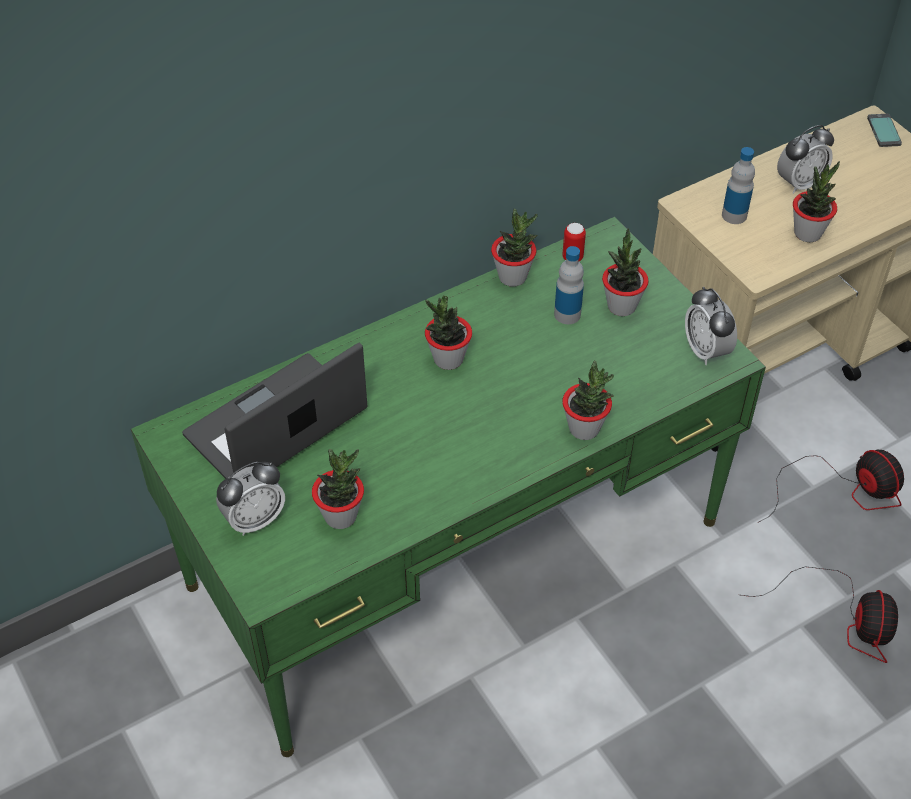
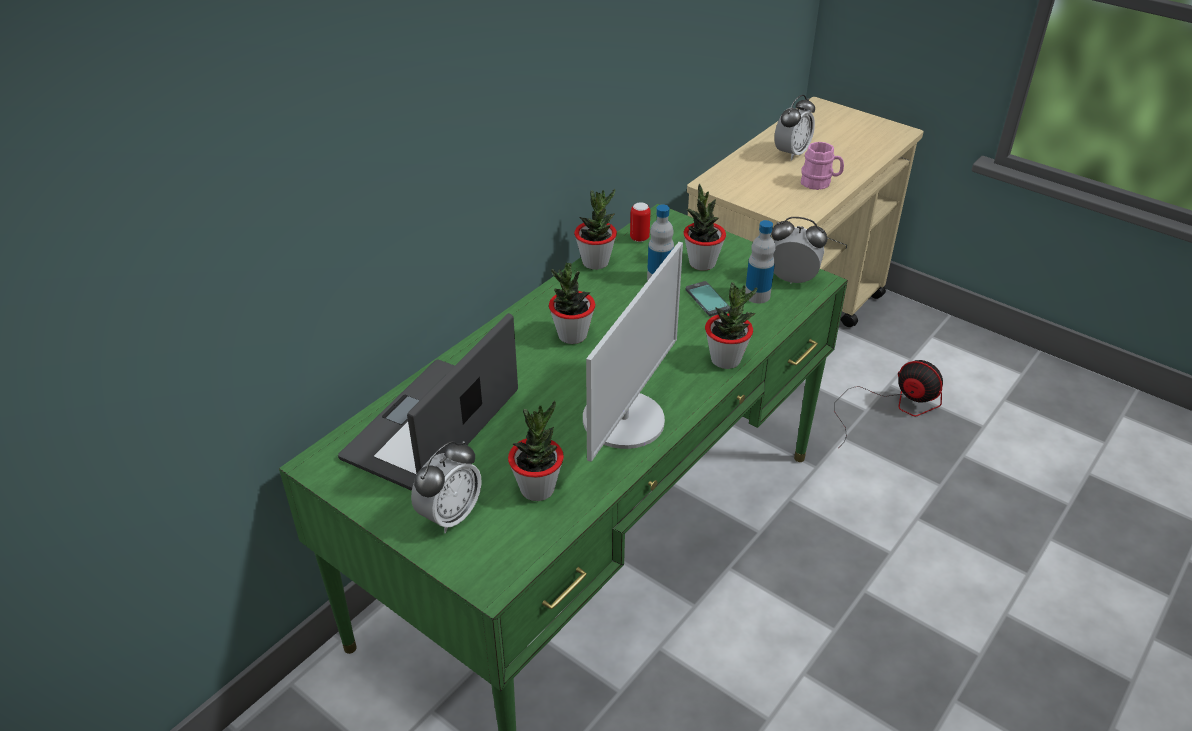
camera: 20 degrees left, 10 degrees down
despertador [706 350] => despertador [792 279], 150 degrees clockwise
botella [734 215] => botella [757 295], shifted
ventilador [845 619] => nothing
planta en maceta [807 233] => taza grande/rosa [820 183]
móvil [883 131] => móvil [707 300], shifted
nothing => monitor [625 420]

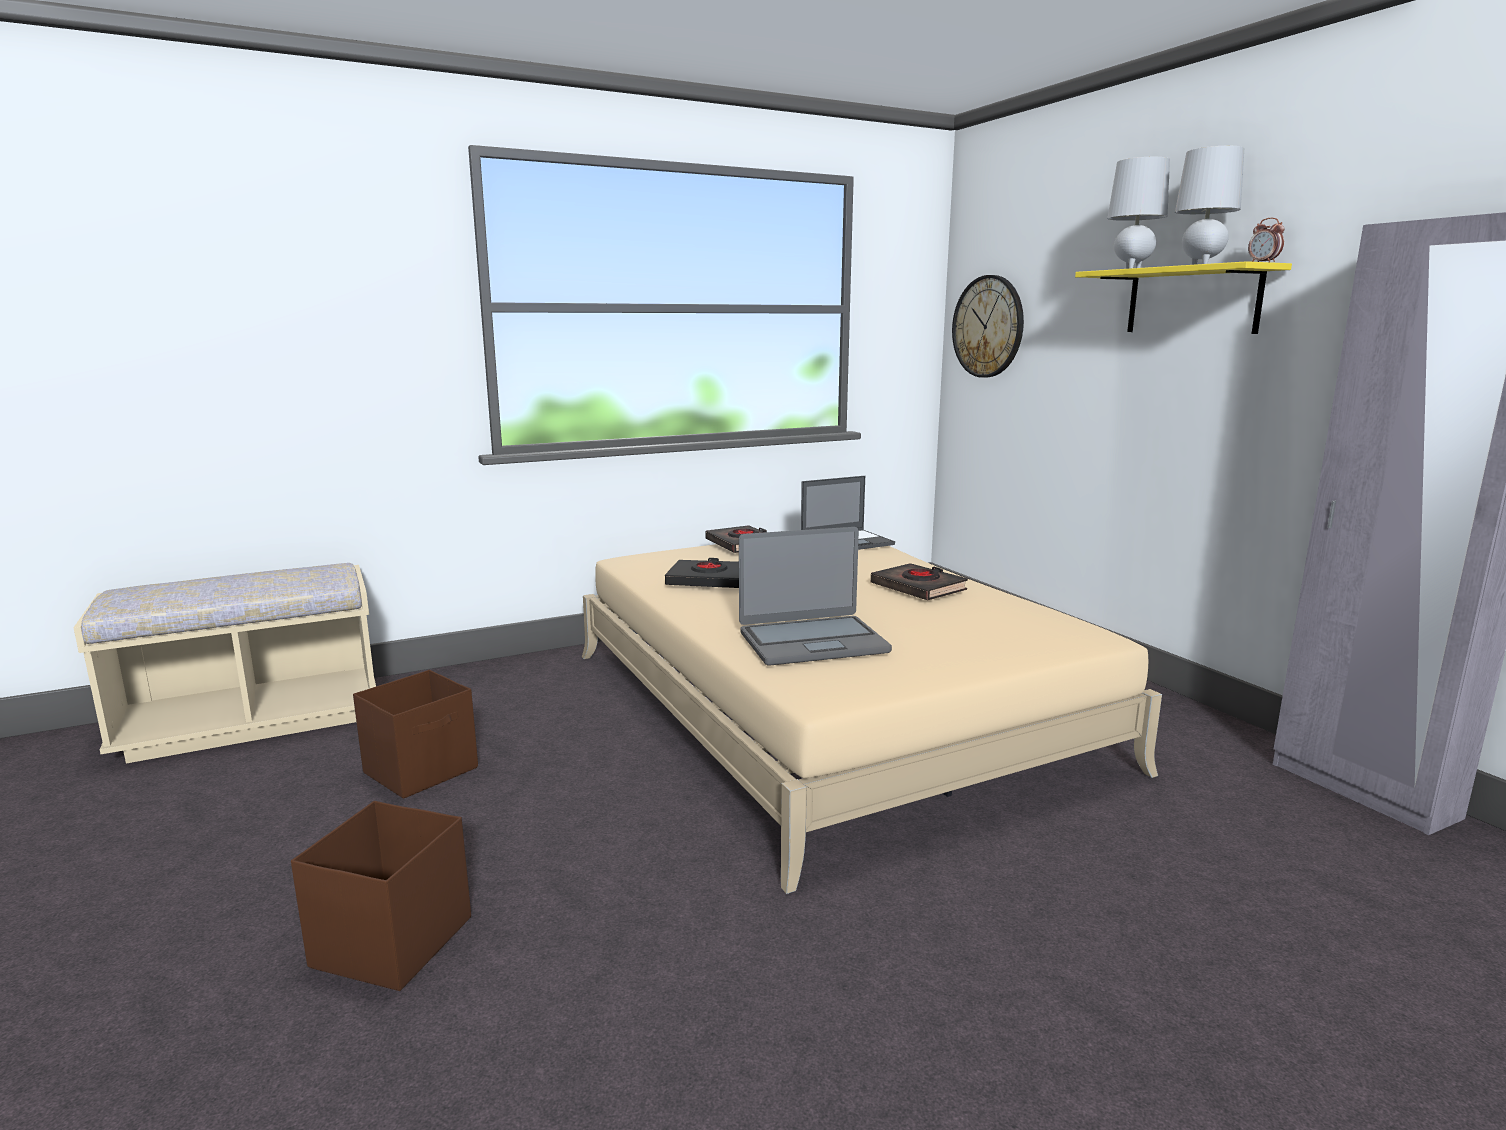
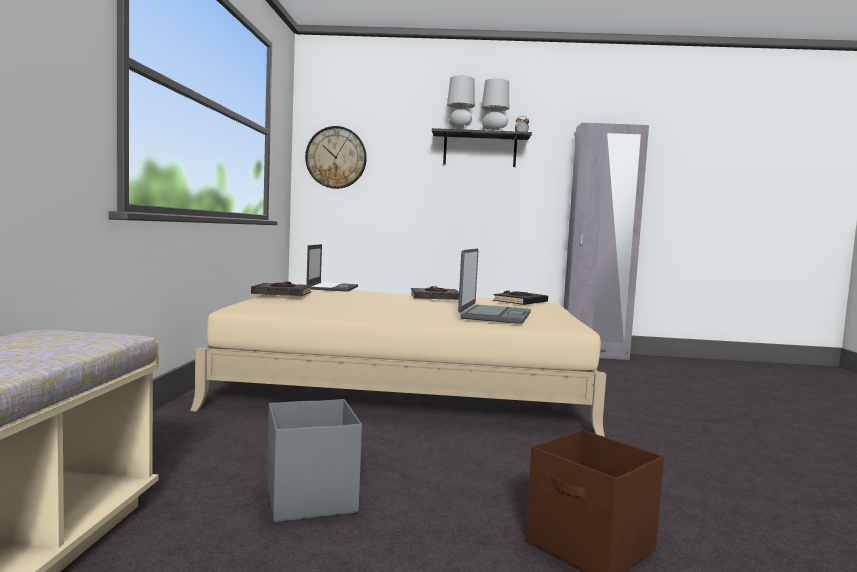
camera: 60 degrees left, 10 degrees down
caja de almacenaje/marrón [423 770] => caja de almacenaje/gris [311 497]
libro/negro [708 580] => libro/negro [520 302], shifted
estante/amarillo [1192 301] => estante/negro [480 150]

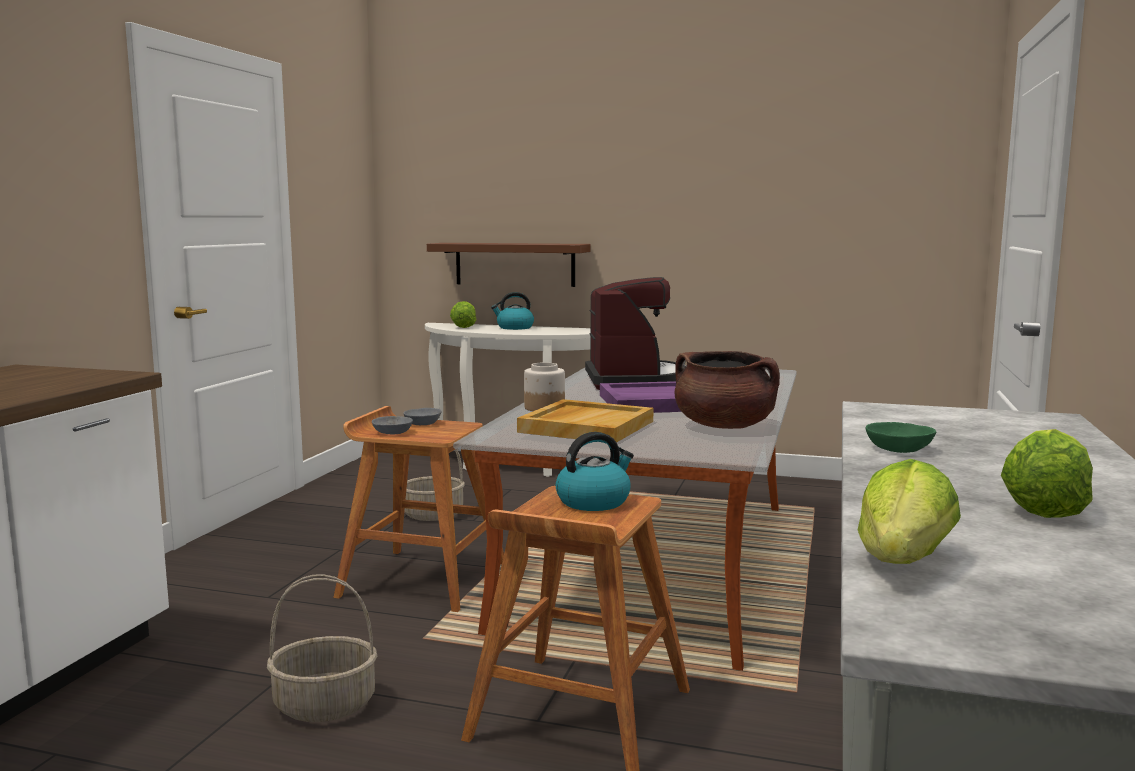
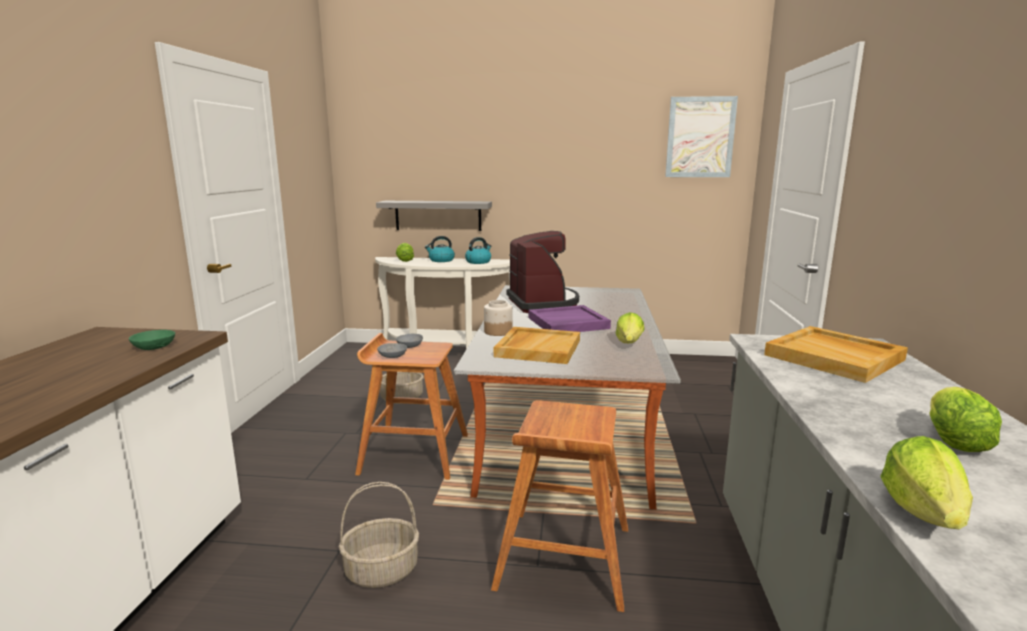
camera: 10 degrees left, 5 degrees up
estante/marrón [514 264] => estante/gris [438 215]
hervidor [594 501] => hervidor [478 262], shifted
olla/marrón [724 426] => lechuga [629 343]
cuenco/verde [899 448] => cuenco/verde [155 346], shifted
nothing => cuadro [700 137]
nothing => bandeja/beis [835 357]

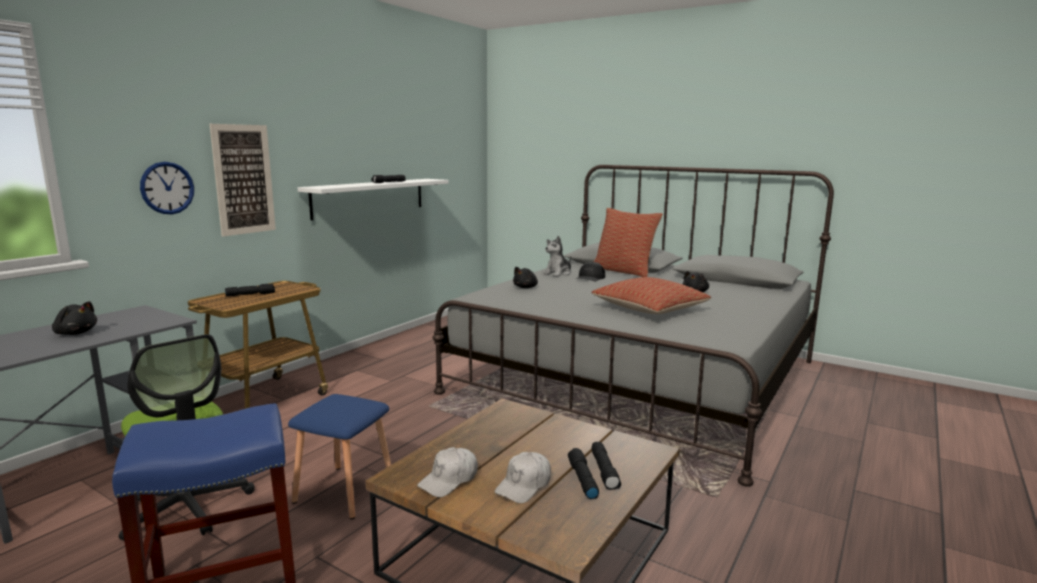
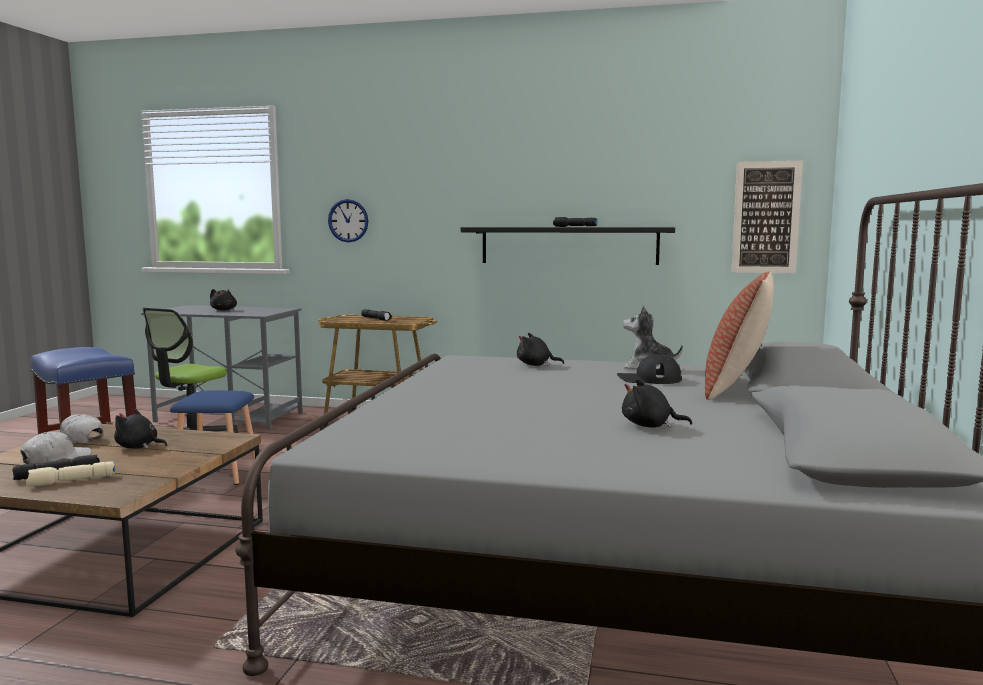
camera: 70 degrees right, 5 degrees down
cuadro [244 179] => cuadro [766 217], shifted
estante/blanco [370 197] => estante/negro [569 245]
gorra/blanco [524 485] => gorra/blanco [56 459], 120 degrees clockwise
linterna/negro [605 472] => linterna/beis [71 481]
cojín [649 309] => nothing
nothing => peluche/negro [139 447]

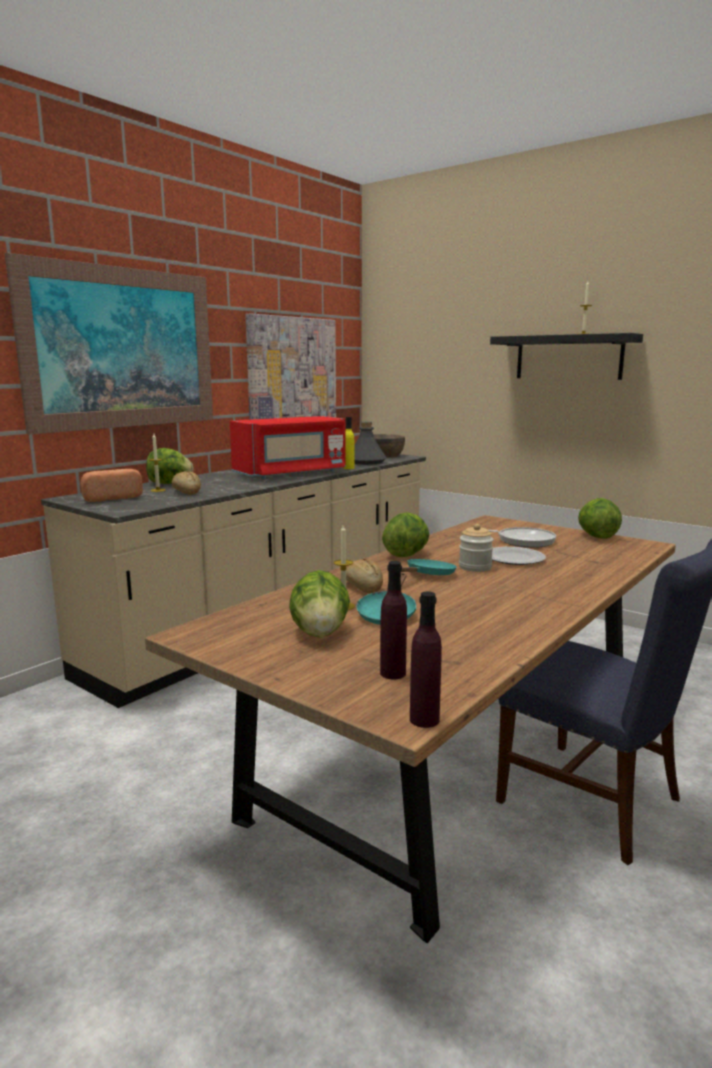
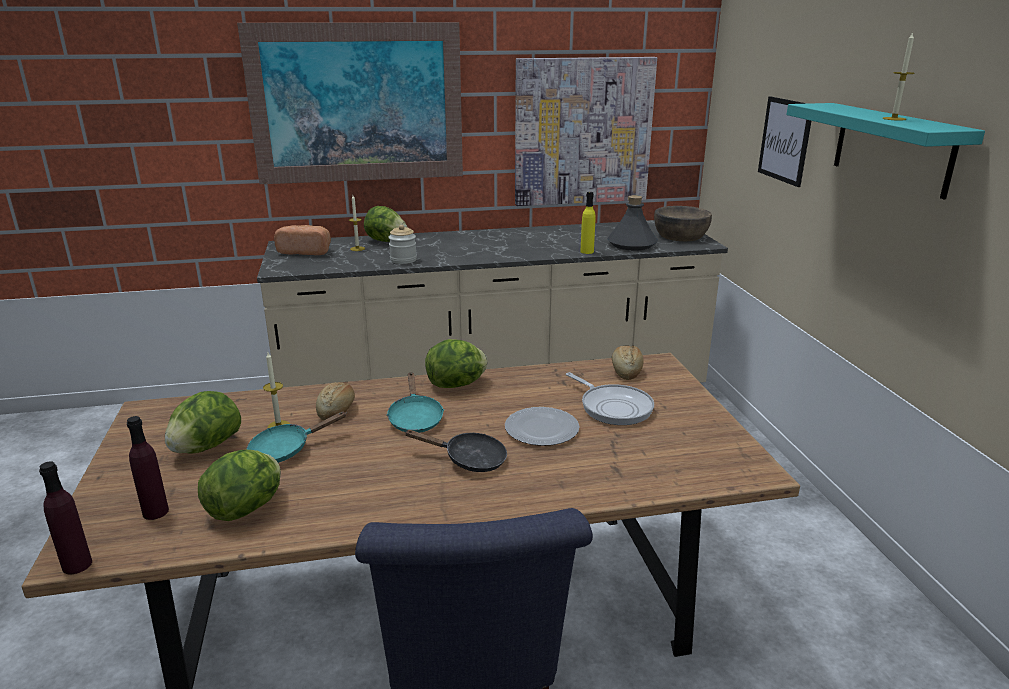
camera: 40 degrees right, 10 degrees up
pan [186 492] => pan [626 371], shifted
microondas/rojo [291 473] => nothing
sartén/turquesa [428 575] => sartén/turquesa [415 418], 90 degrees clockwise
tarro [475 567] => tarro [403 260], shifted
estante/negro [568 357] => estante/turquesa [892 148]
lechuga [596 536] => lechuga [247 508], shifted
nothing => sartén/negro [469 459]
nothing => cuadro [785 140]

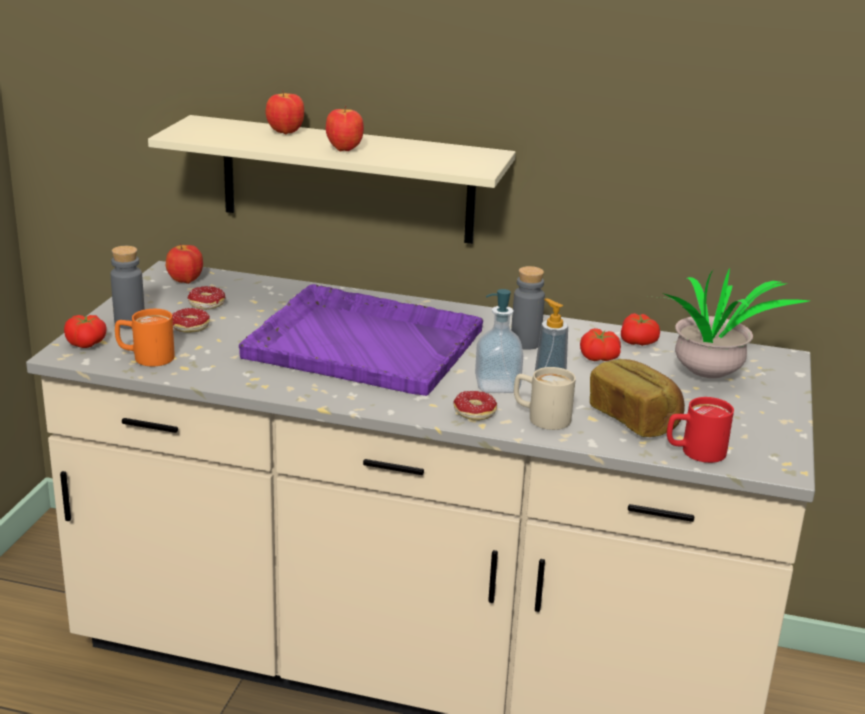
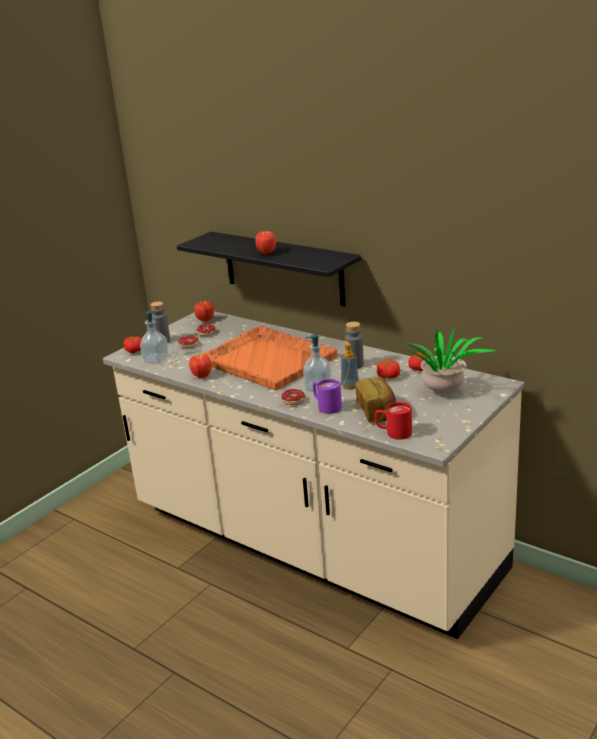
camera: 25 degrees right, 0 degrees up
taza grande/naranja [145 357] => dispensador de jabón [156 360]
estante/beis [347 180] => estante/negro [283 268]
bandeja/morado [362 343] => bandeja/naranja [267 359]
manzana [285 133] => manzana [201 376], shifted
taza grande/beis [540 417] => taza grande/morado [326 406]

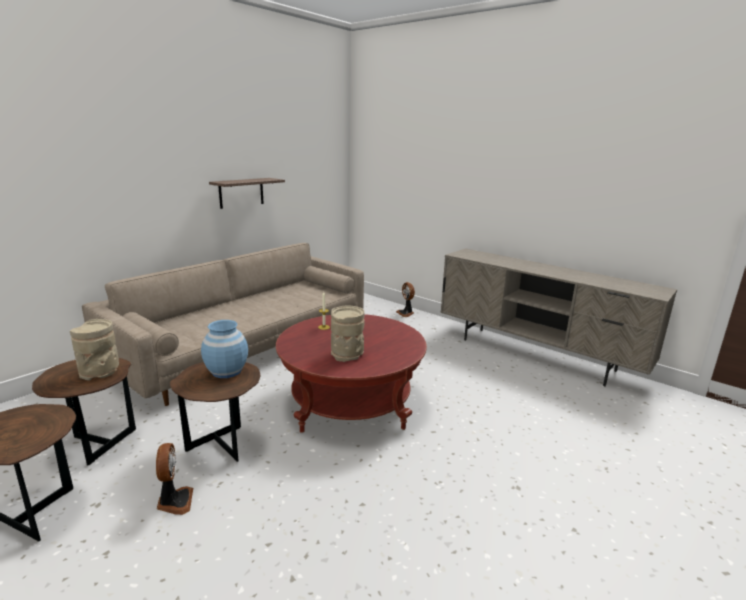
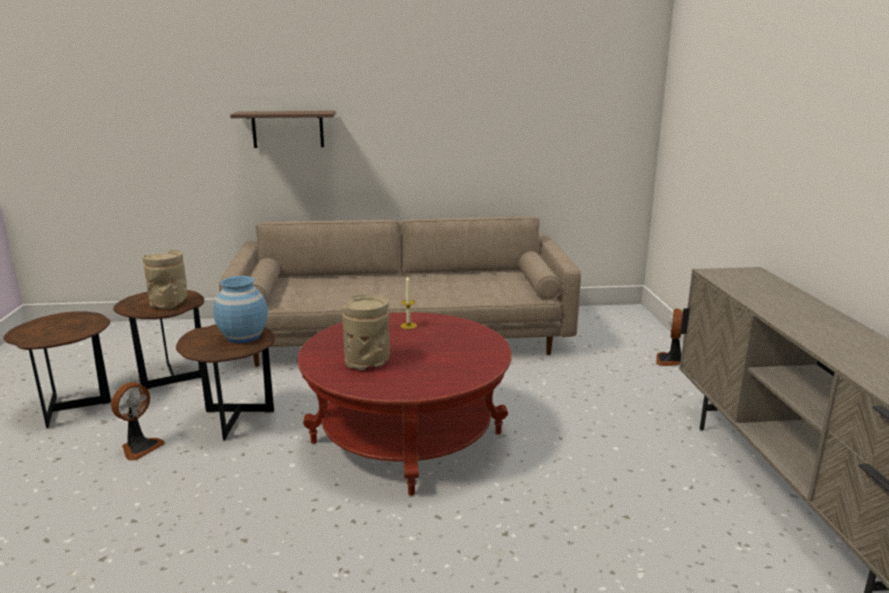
camera: 45 degrees right, 0 degrees up
estante [241 192] => estante [288 129], shifted

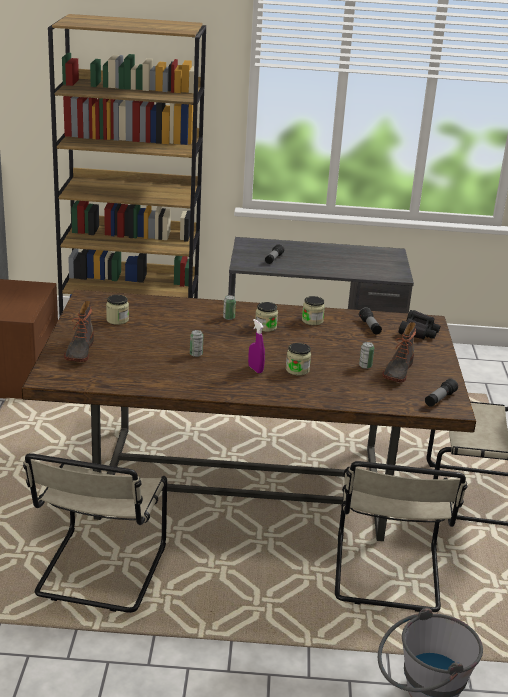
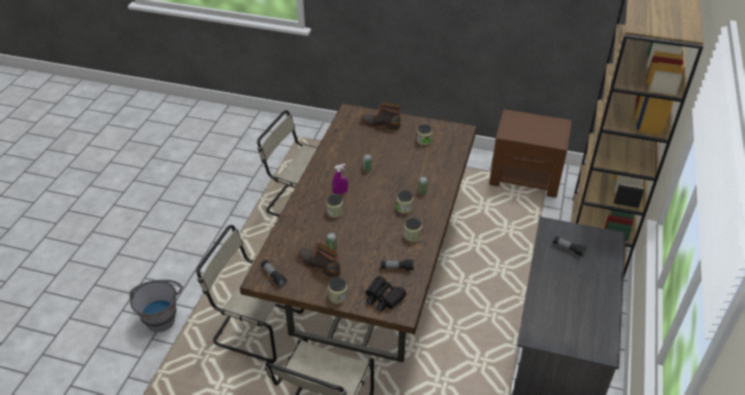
camera: 105 degrees right, 15 degrees up
nothing => tarro [338 296]

